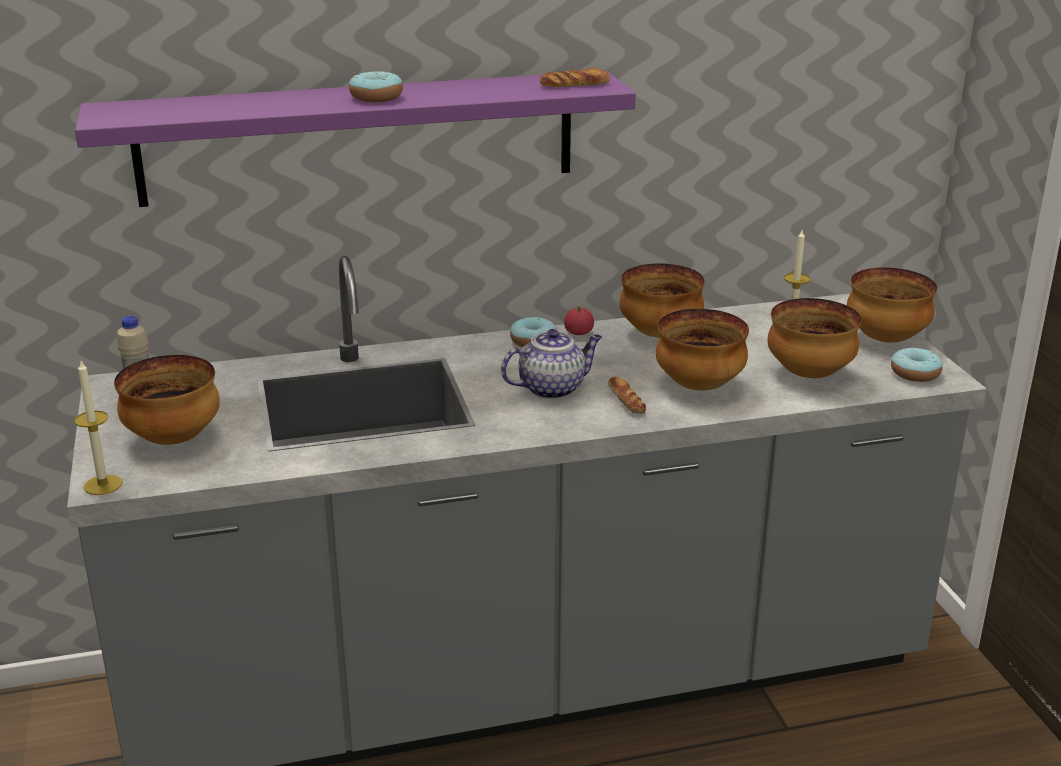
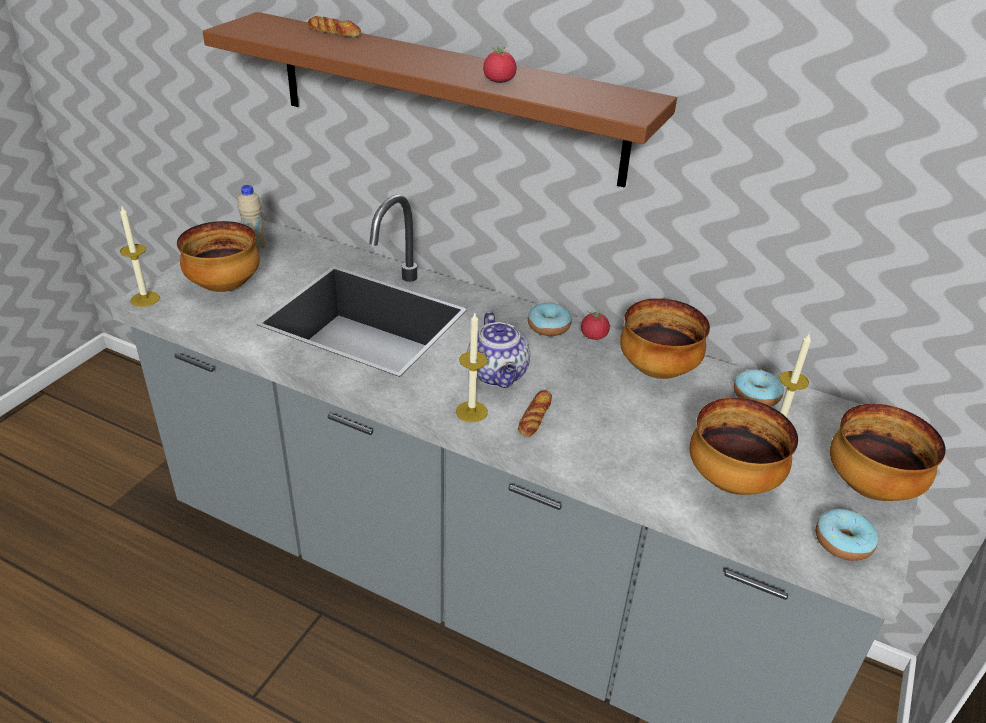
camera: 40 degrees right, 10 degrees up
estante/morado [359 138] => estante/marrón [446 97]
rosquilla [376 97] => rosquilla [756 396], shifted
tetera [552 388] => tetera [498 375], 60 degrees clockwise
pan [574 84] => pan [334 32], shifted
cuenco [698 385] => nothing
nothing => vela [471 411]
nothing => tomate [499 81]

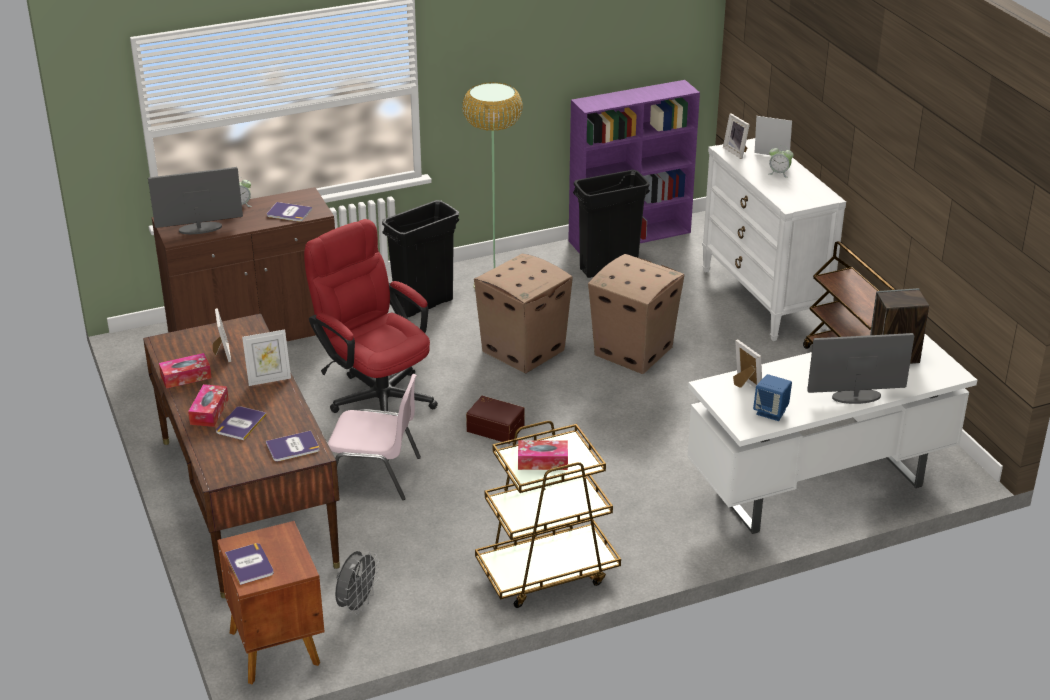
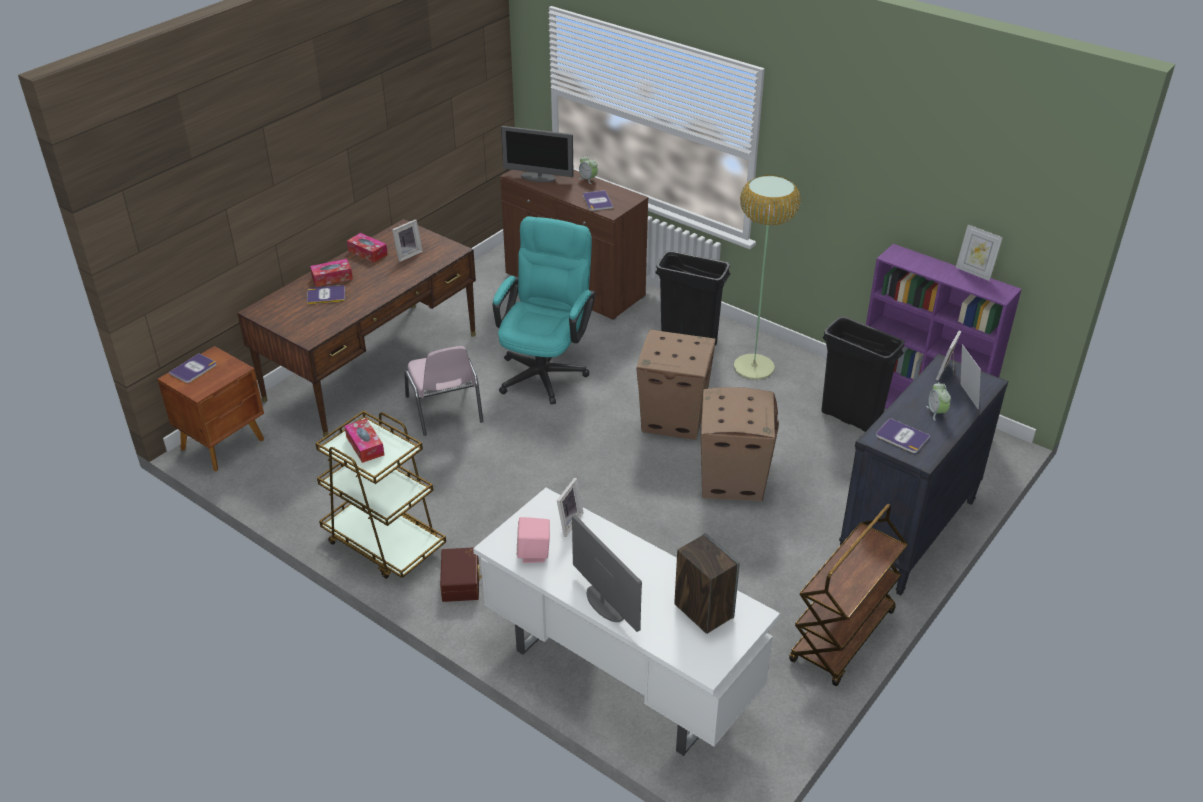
camera: 60 degrees right, 5 degrees up
monitor [200 228] => monitor [538 177], 150 degrees clockwise
portarretratos [269 379] => portarretratos [974 272], shifted
libro [293 447] => libro [902 436], shifted
silla de oficina/rojo [376 394] => silla de oficina/turquesa [545 369]
ventilador/gris [357 604] => nothing
caja de almacenaje/marrón [496 427] => caja de almacenaje/marrón [462 582], shifted
cómoda/blanco [764 299] => cómoda/negro [907 533]
altavoz/azul [771 412] => altavoz/rosa [534 554]

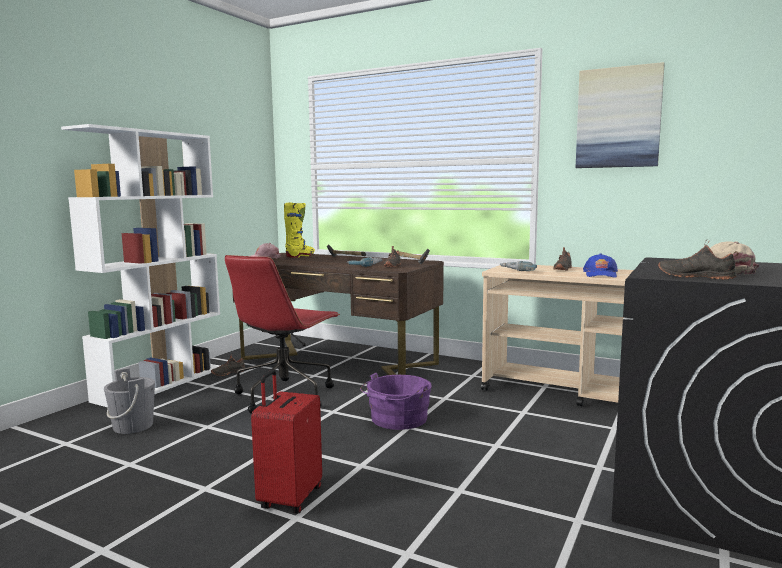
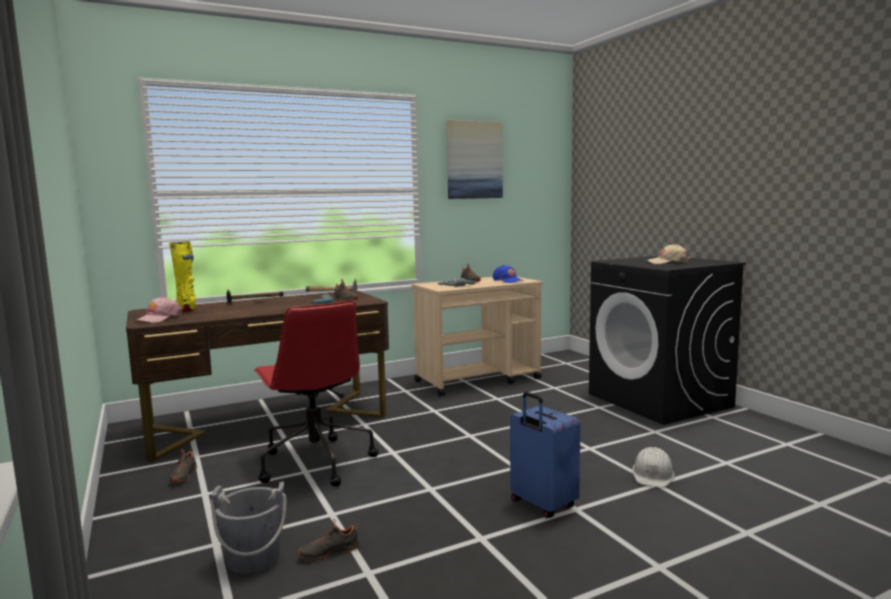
camera: 55 degrees left, 0 degrees up
estantería/blanco [161 383] => nothing
maleta/rojo [289 499] => maleta/azul [542 505]
cubo/morado [397 419] => nothing
zapato/negro [695 276] => zapato/negro [329 552], shifted
nothing => casco/blanco [653 475]

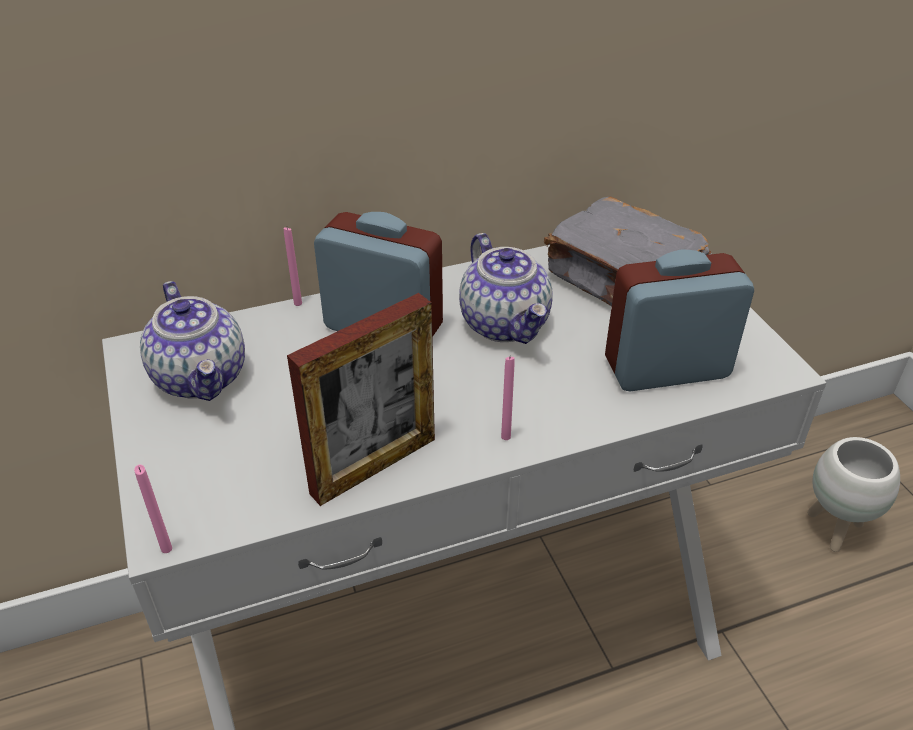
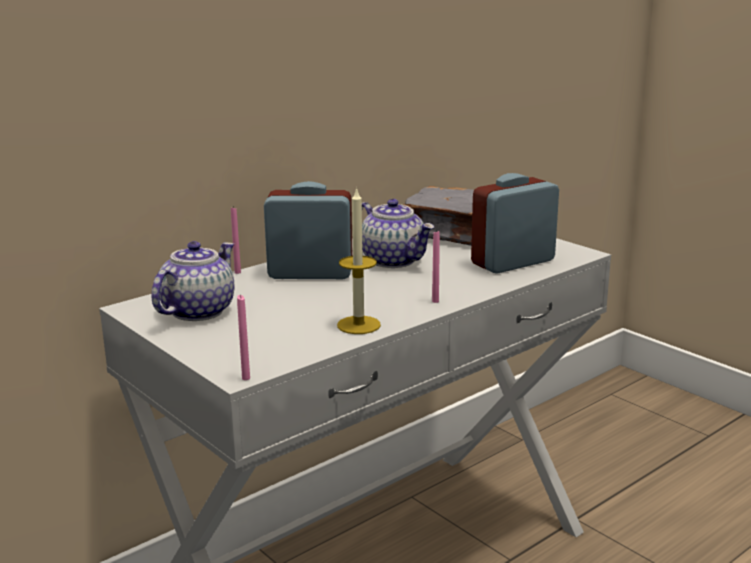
camera: 20 degrees left, 20 degrees down
tetera [202 377] => tetera [197 311], 105 degrees counterclockwise
portarretratos [374 466] => vela [358 325]
maceta/blanco [834 530] => nothing

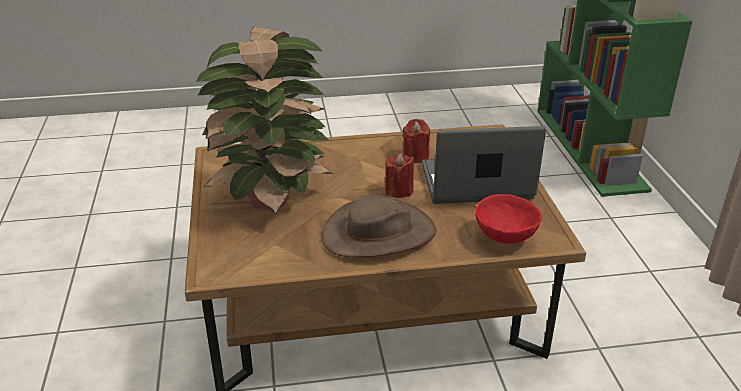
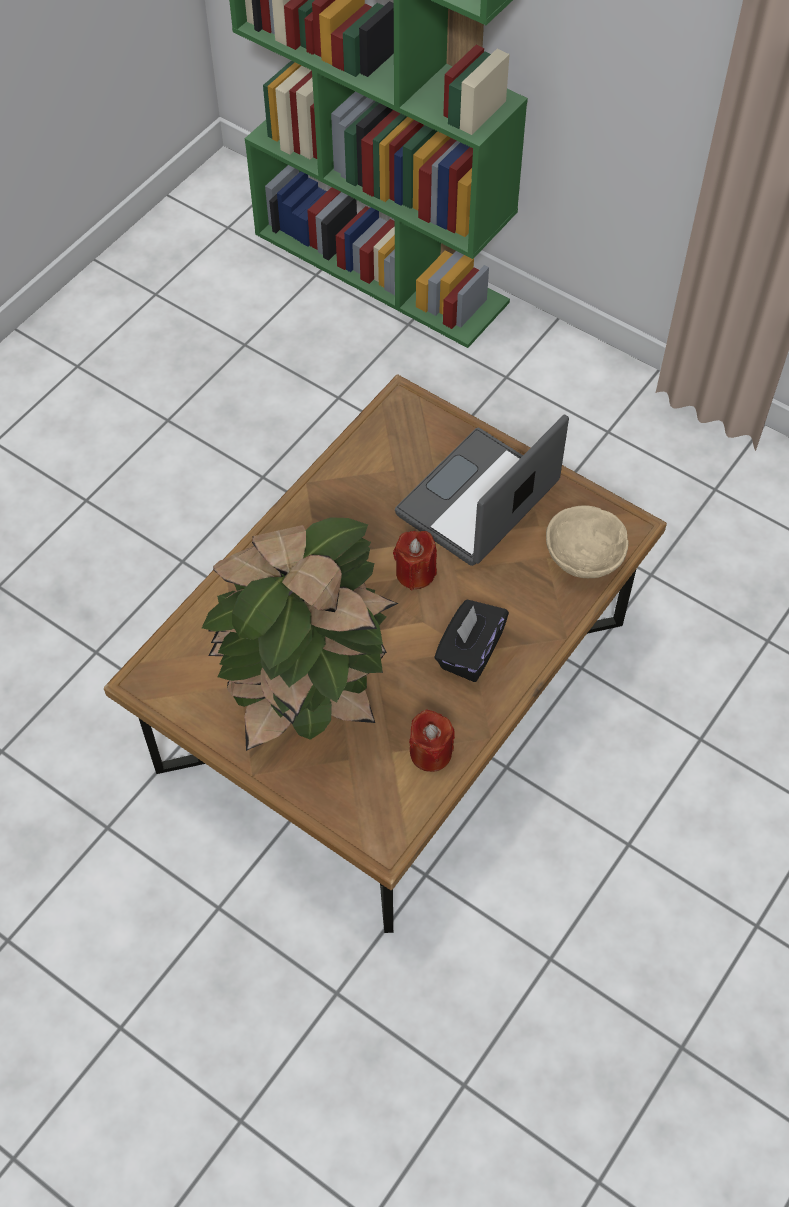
camera: 45 degrees left, 25 degrees up
sombrero/marrón [379 234] => caja de pañuelos/negro [469 652]
vela/rojo [416 156] => vela/rojo [430 753], shifted
cuenco/rojo [506 237] => cuenco/beis [585 559]

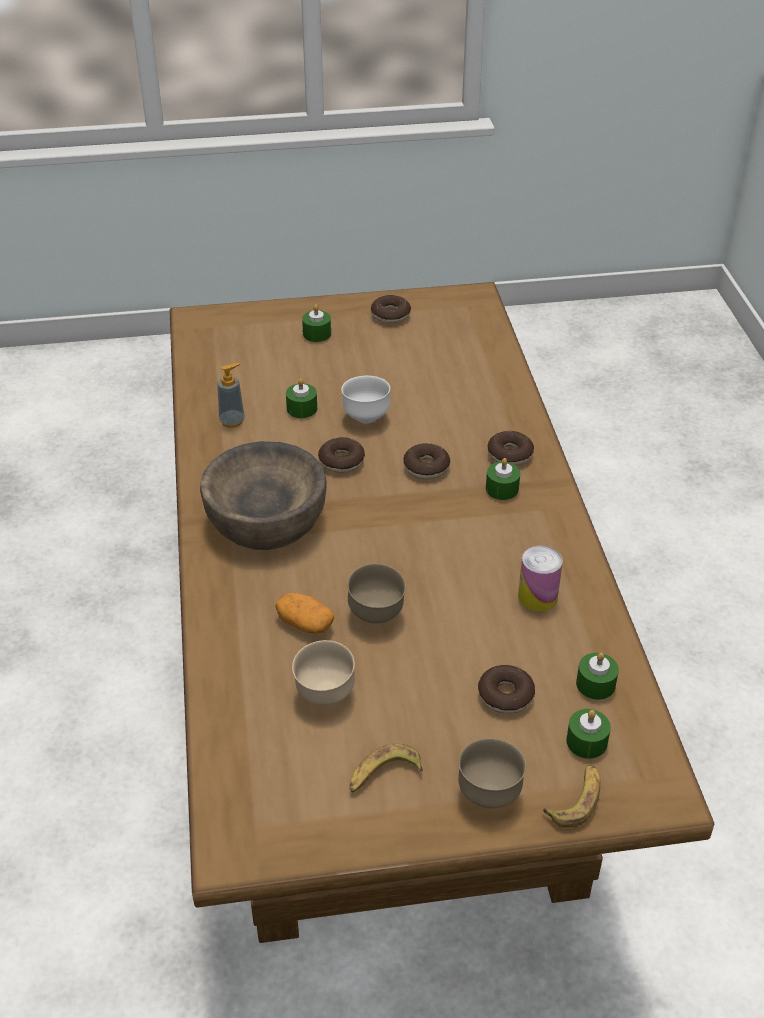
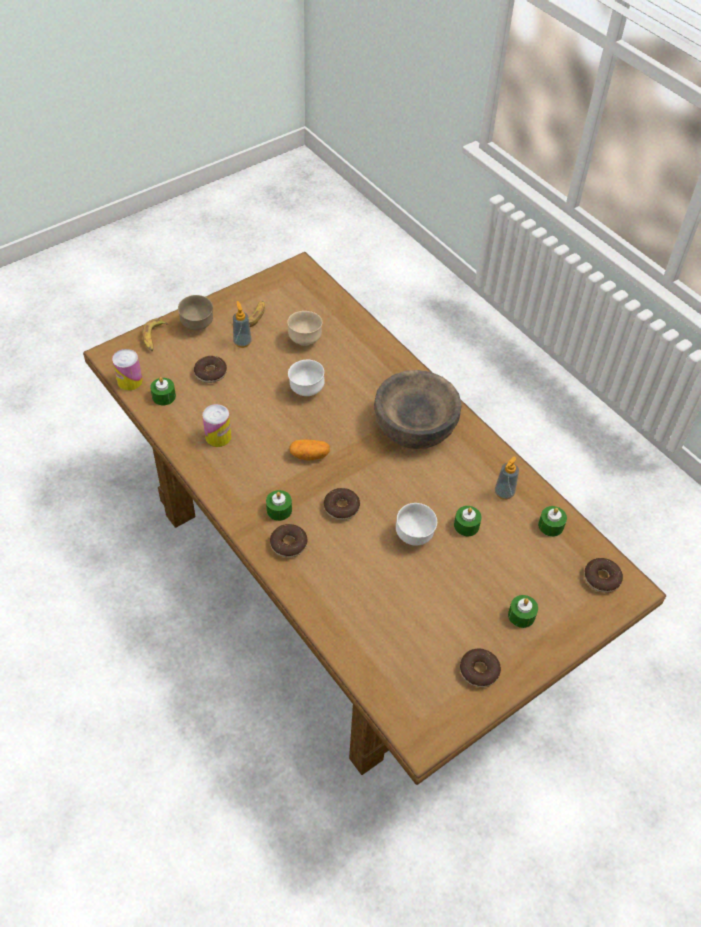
camera: 150 degrees right, 10 degrees up
patata [305 624] => patata [309 455], shifted
rosquilla [341 461] => rosquilla [601 578], shifted
cuenco/marrón [376 615] => cuenco/blanco [306 390]
vela/verde [586 742] => vela/verde [550 526], shifted
nothing => lata [130 381]
nothing => dispensador de jabón [242 342]

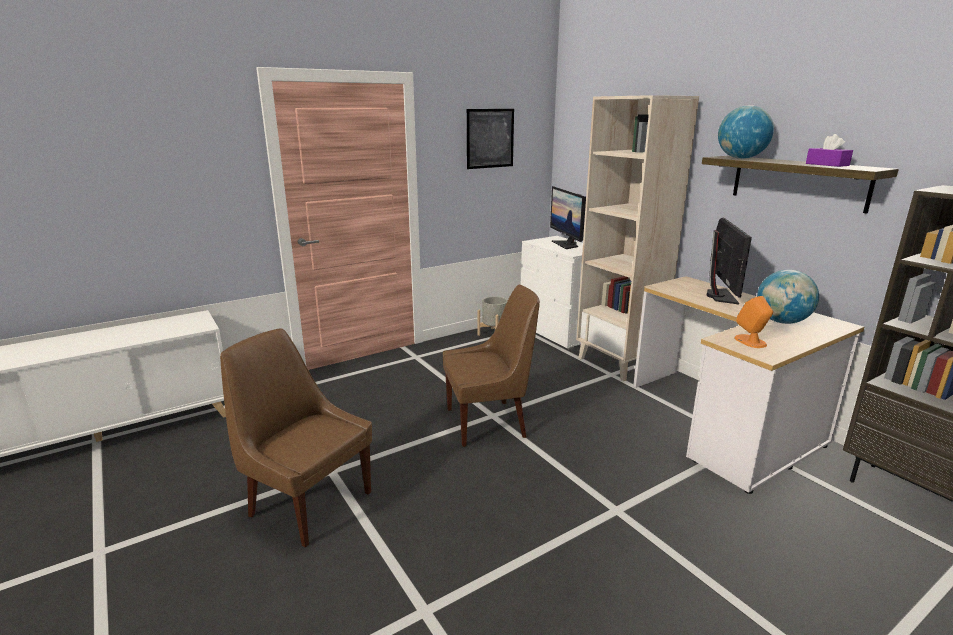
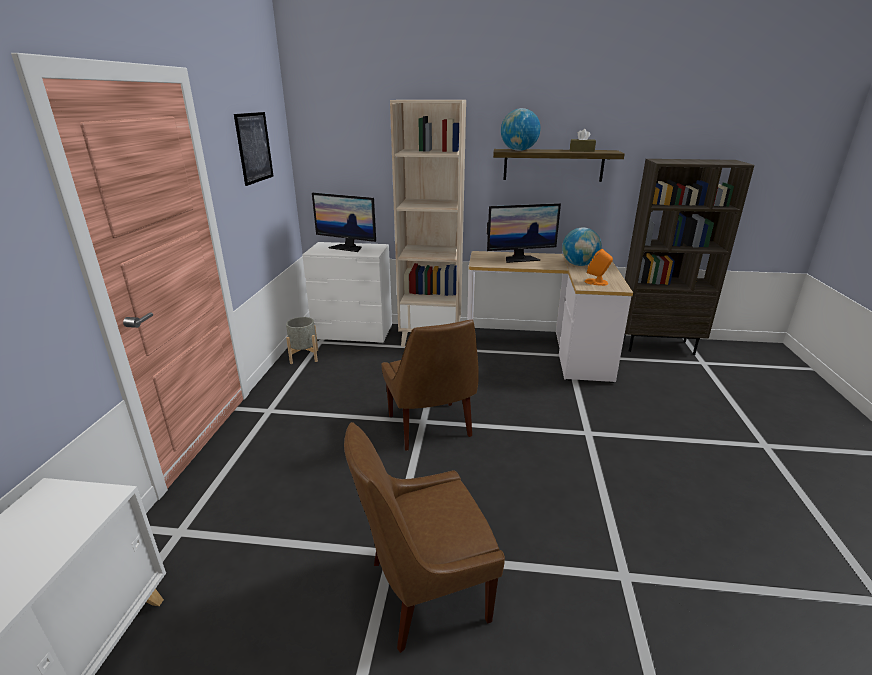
camera: 50 degrees left, 5 degrees up
silla/marrón [489 422] => silla/marrón [430 428], 135 degrees clockwise
monitor [720 296] => monitor [520 259], 120 degrees clockwise
caja de pañuelos/morado [827 164] => caja de pañuelos/marrón [581 150]

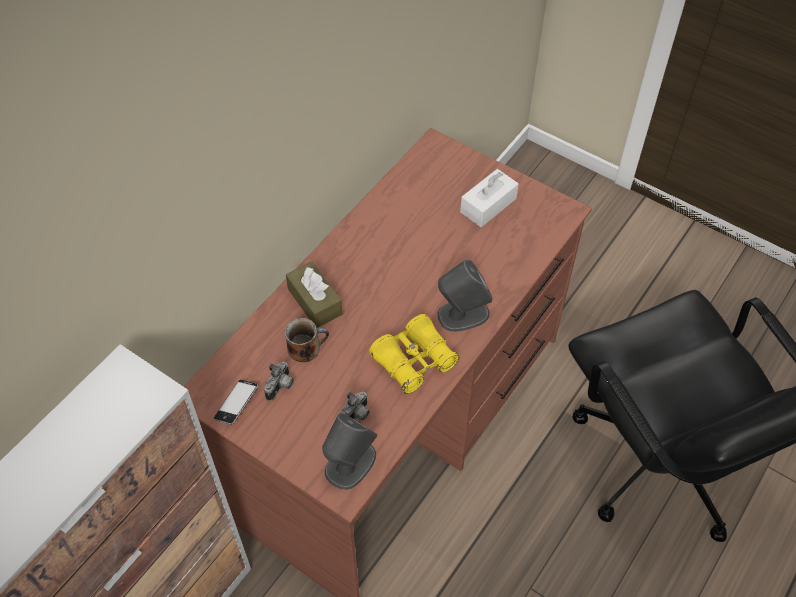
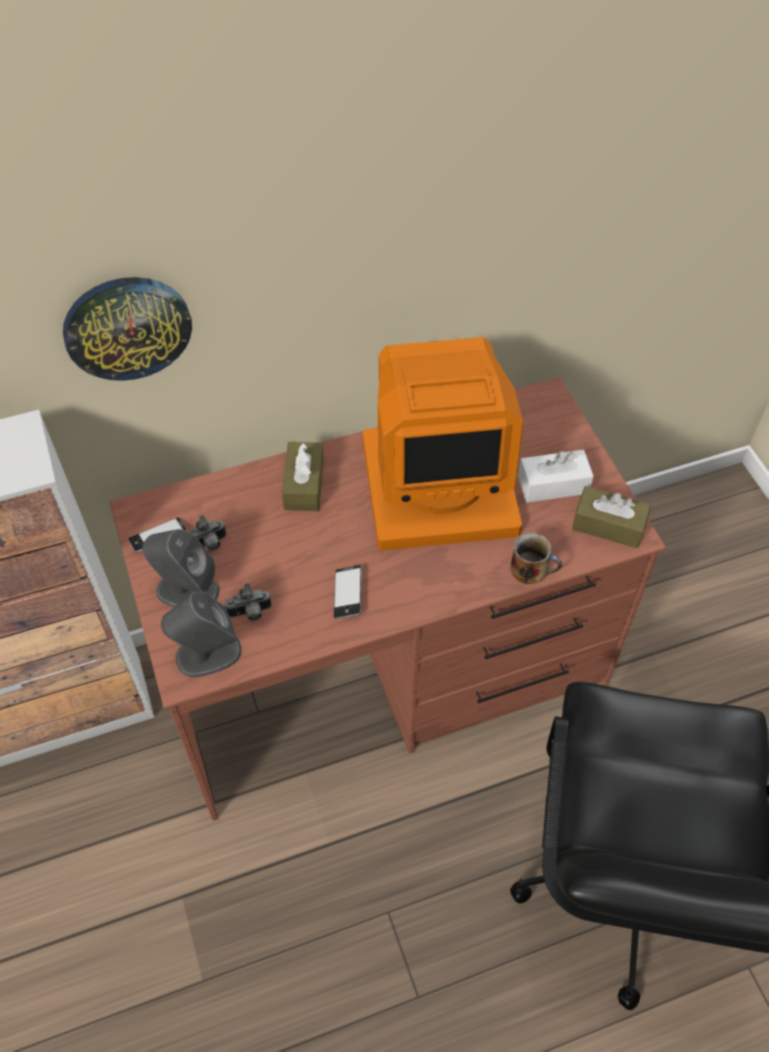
camera: 35 degrees right, 0 degrees up
taza grande [306 347] => taza grande [531 568], shifted
prismáticos/amarillo [414 361] => móvil [348 594]
altavoz/gris [462 314] => altavoz/gris [187 590], shifted
nothing => reloj de pared [127 327]
nothing => monitor [439 483]
nothing => caja de pañuelos/marrón [608 525]

